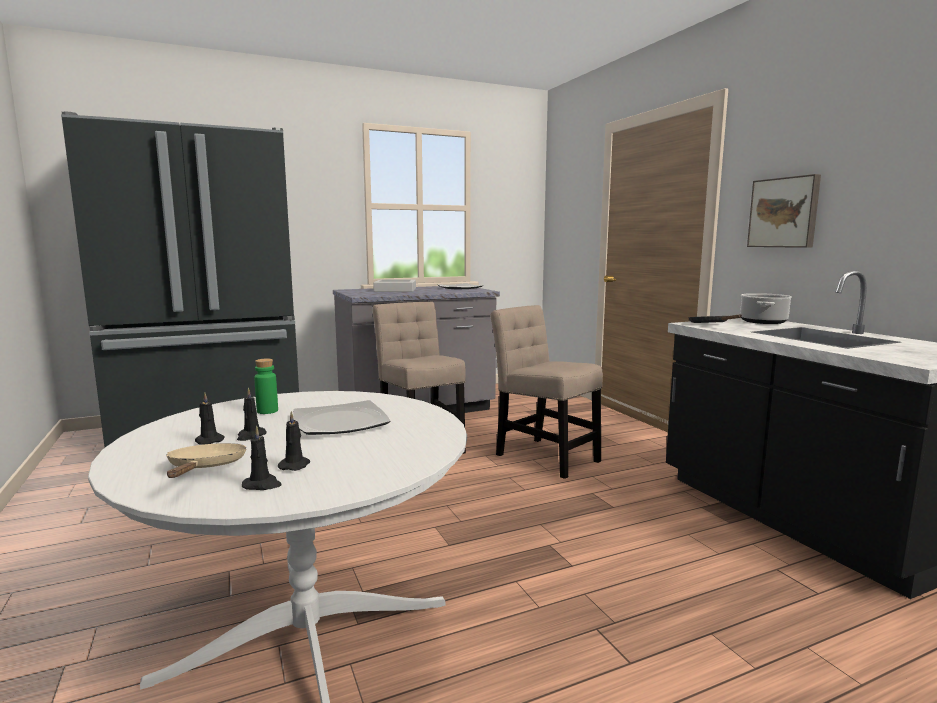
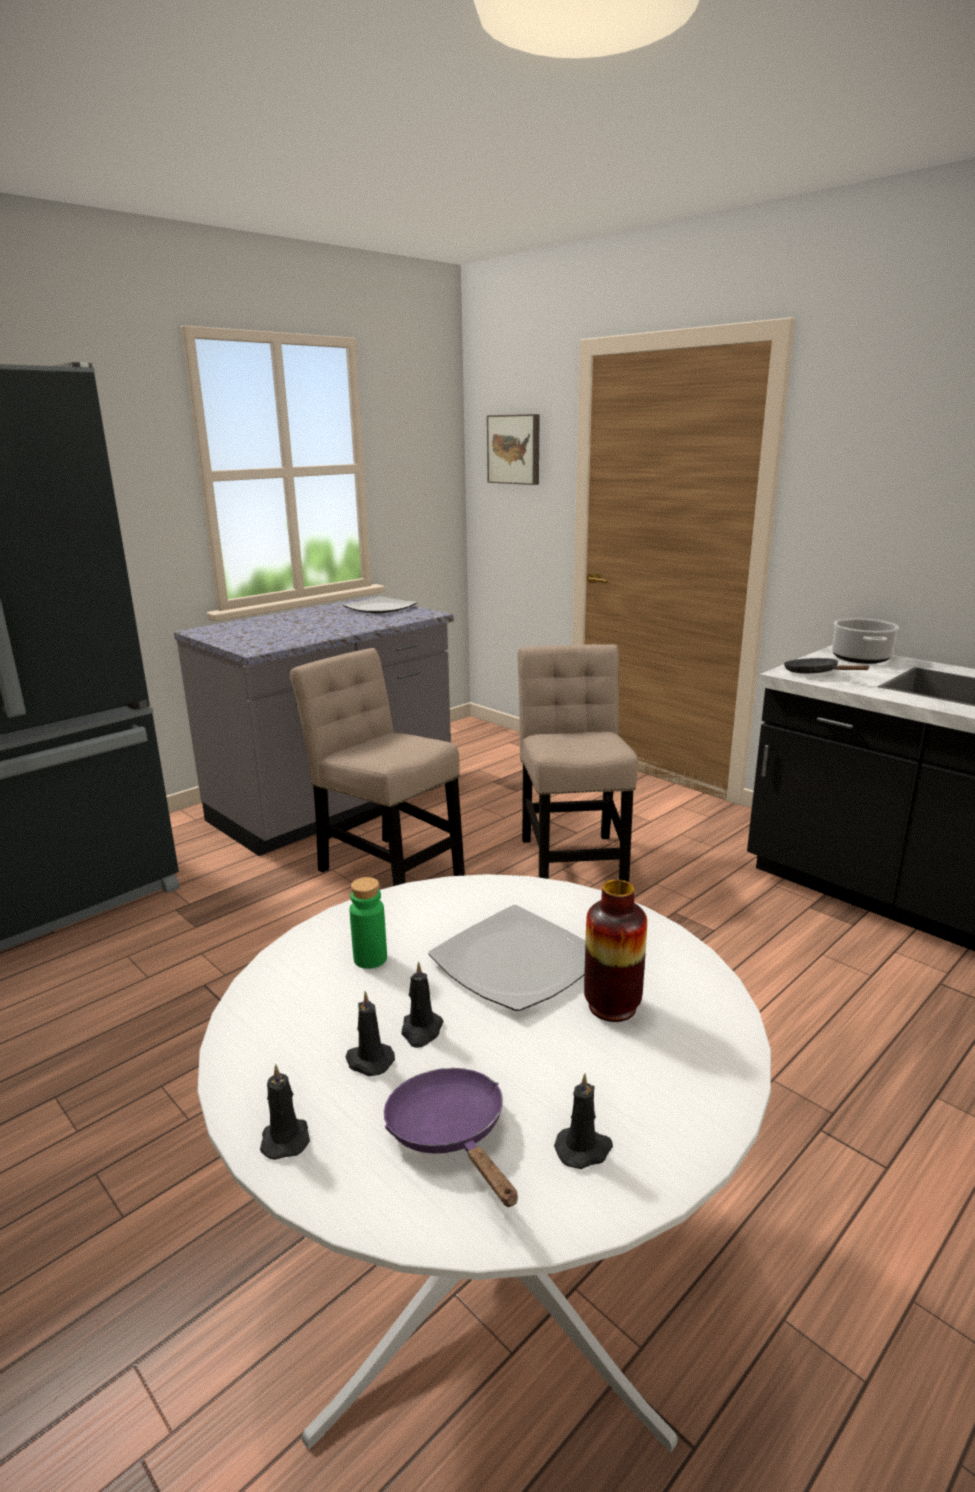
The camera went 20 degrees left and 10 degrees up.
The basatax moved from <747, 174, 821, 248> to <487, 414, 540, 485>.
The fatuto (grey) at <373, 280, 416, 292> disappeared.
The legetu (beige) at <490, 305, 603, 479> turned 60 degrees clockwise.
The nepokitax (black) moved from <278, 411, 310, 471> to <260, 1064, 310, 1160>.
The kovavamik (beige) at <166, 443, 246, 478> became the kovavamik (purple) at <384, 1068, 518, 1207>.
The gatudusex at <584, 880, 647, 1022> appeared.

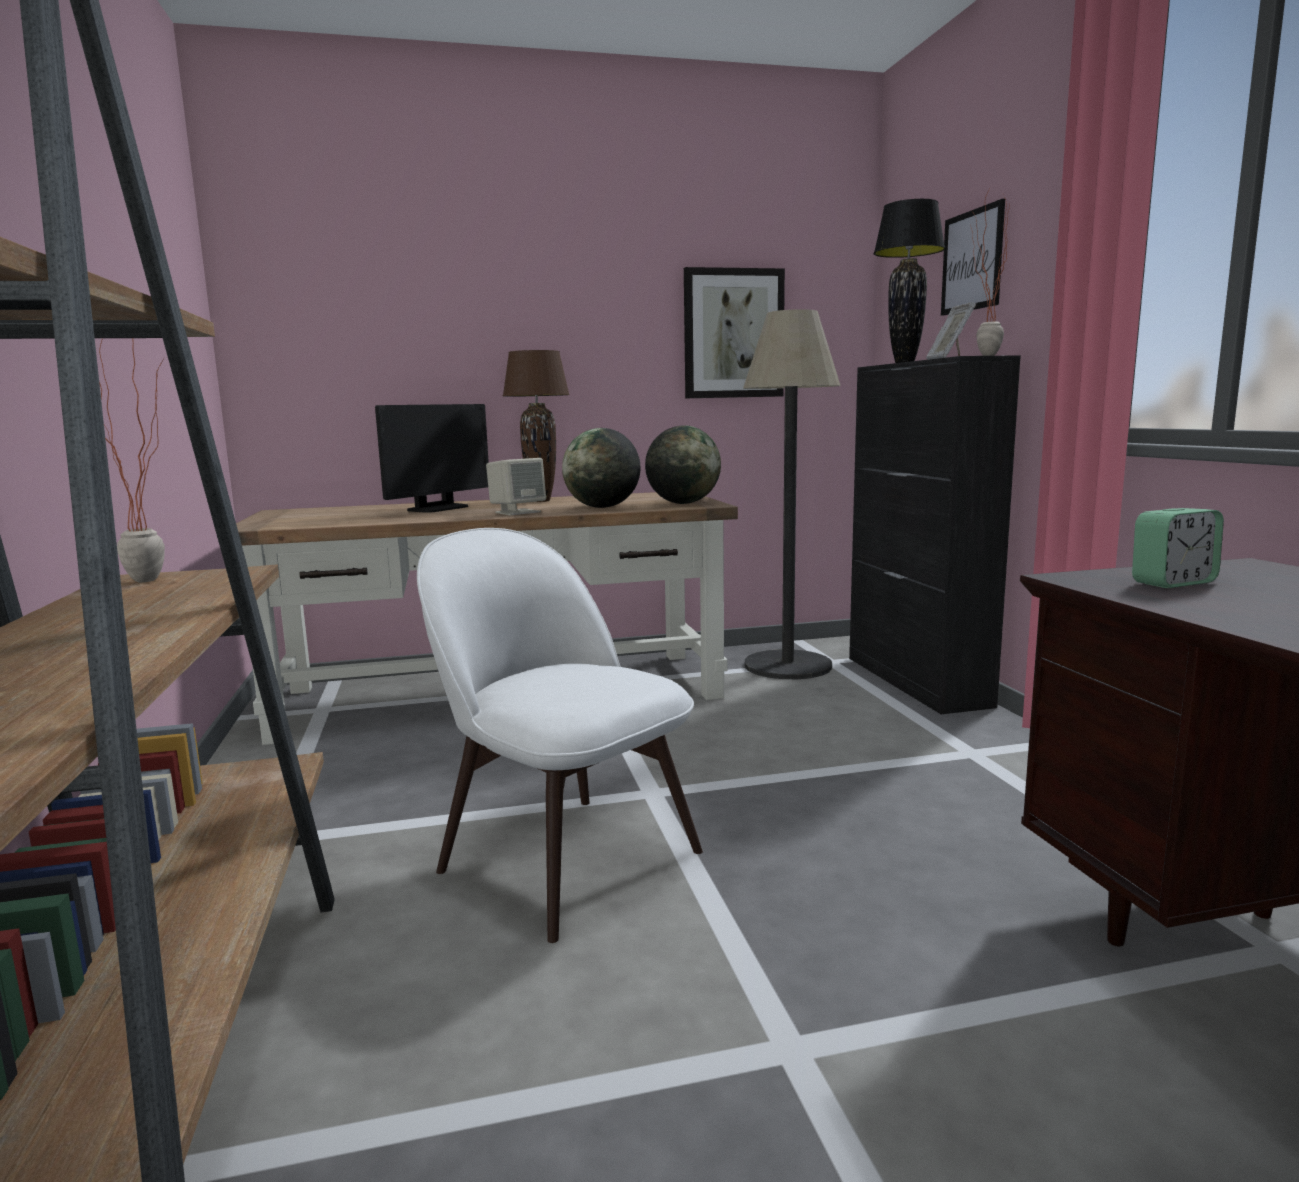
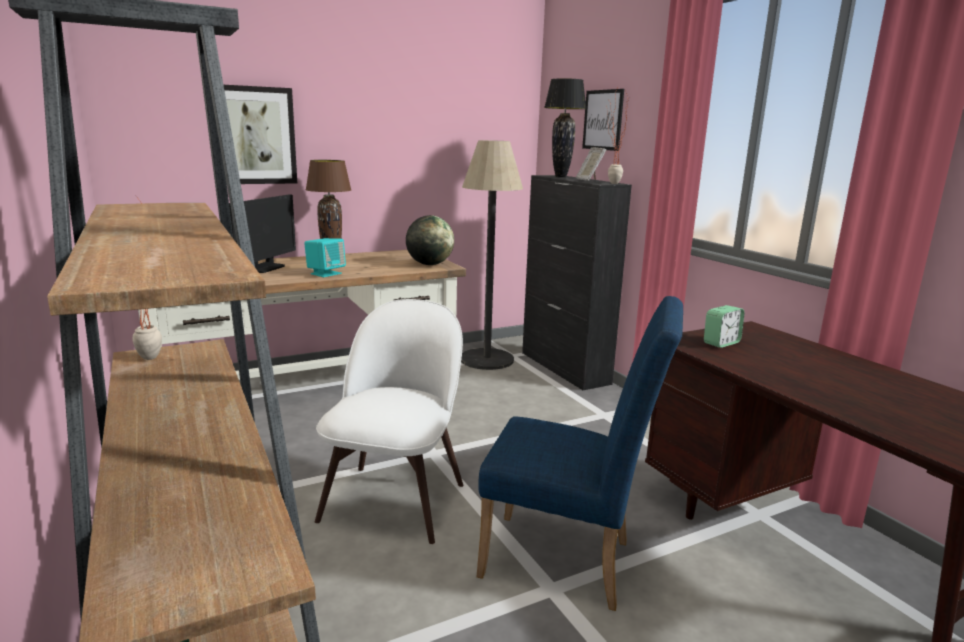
The camera went 15 degrees left and 5 degrees up.
The basatax moved from <684, 267, 785, 398> to <224, 85, 297, 184>.
The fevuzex at <562, 428, 640, 508> disappeared.
The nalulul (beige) at <486, 458, 546, 515> became the nalulul (turquoise) at <304, 238, 346, 277>.
The legetu (white) at <417, 528, 703, 943> turned 75 degrees clockwise.
The legetu (blue) at <476, 296, 683, 611> appeared.

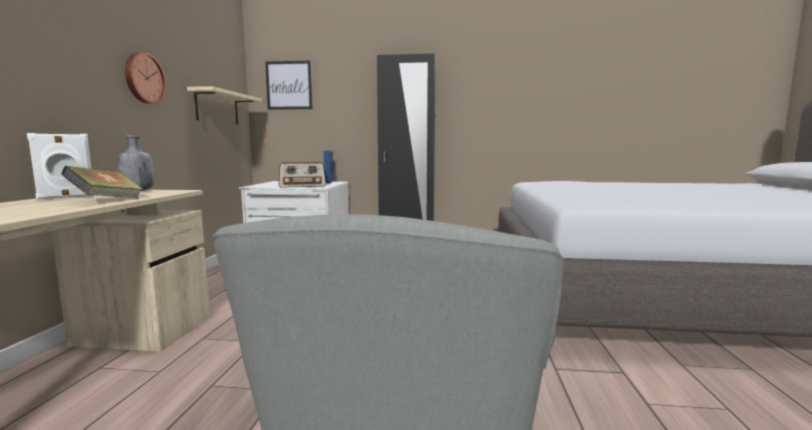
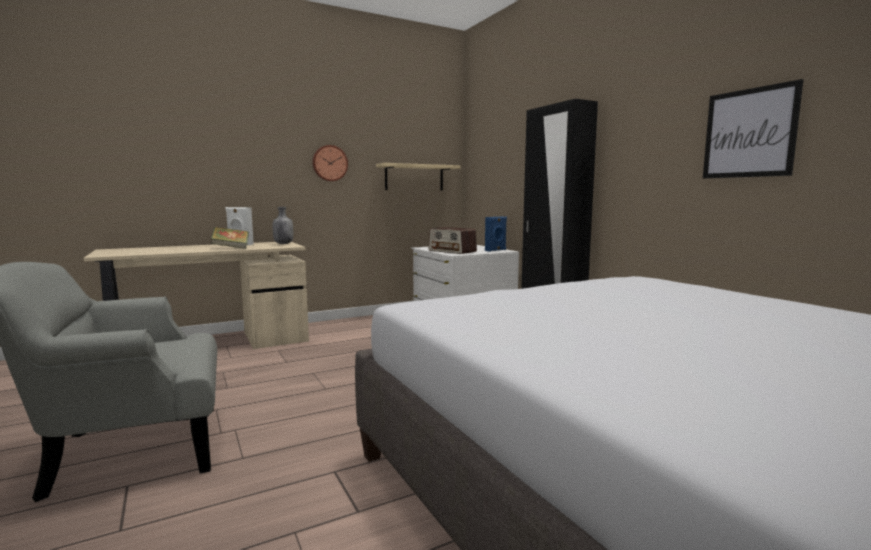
The camera went 55 degrees right and 0 degrees up.
The basatax moved from <265, 61, 313, 110> to <703, 79, 804, 179>.

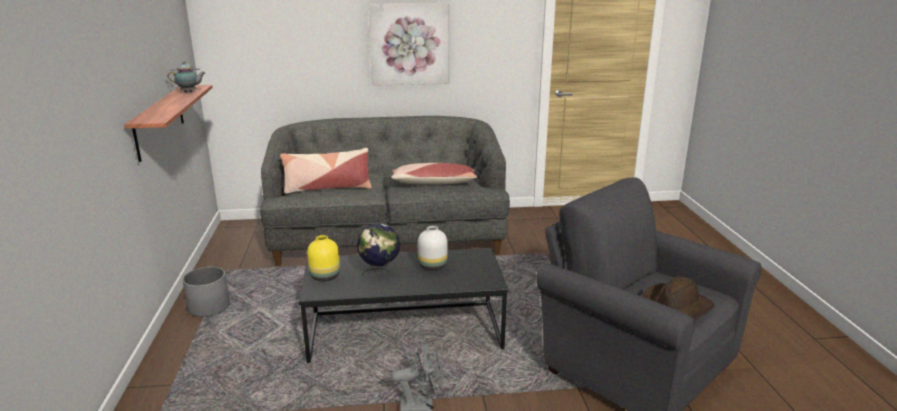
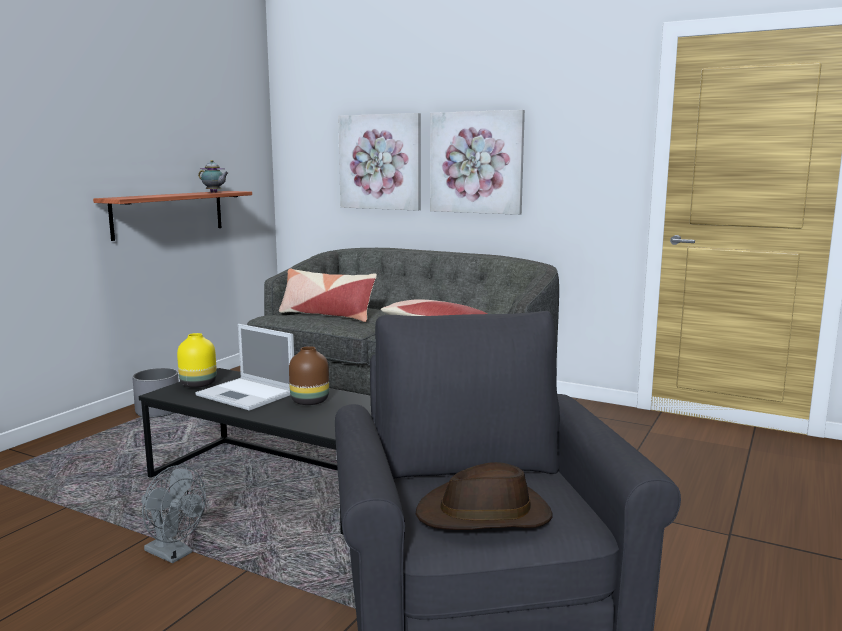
The camera went 35 degrees right and 10 degrees down.
The fevuzex at <357, 223, 400, 277> was replaced by the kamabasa at <195, 324, 294, 411>.
The gatudusex (white) at <418, 226, 448, 271> became the gatudusex (brown) at <289, 346, 329, 405>.
The basatax at <338, 113, 421, 211> appeared.

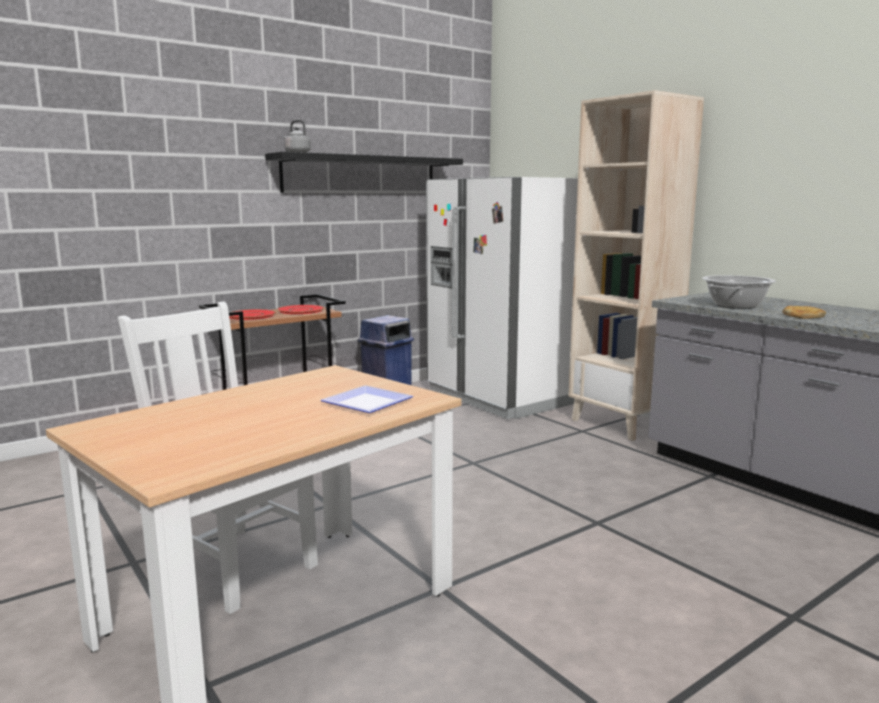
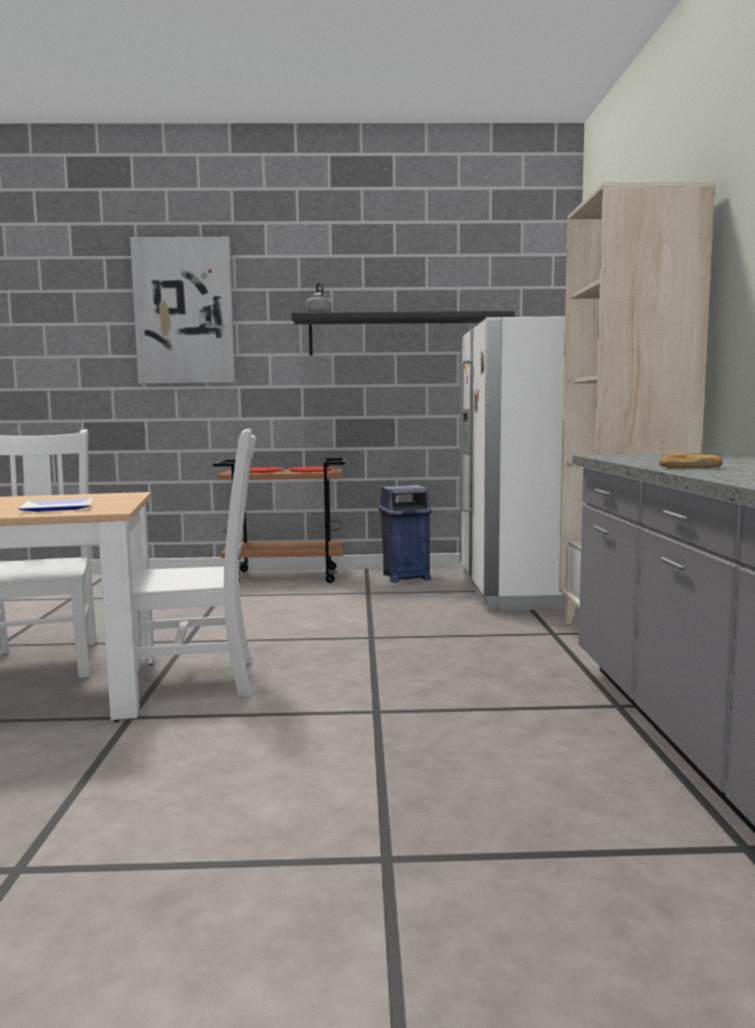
The camera went 35 degrees right and 5 degrees down.
The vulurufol at <702, 275, 776, 309> disappeared.
The basatax at <130, 237, 235, 384> appeared.
The legetu (white) at <131, 429, 256, 696> appeared.

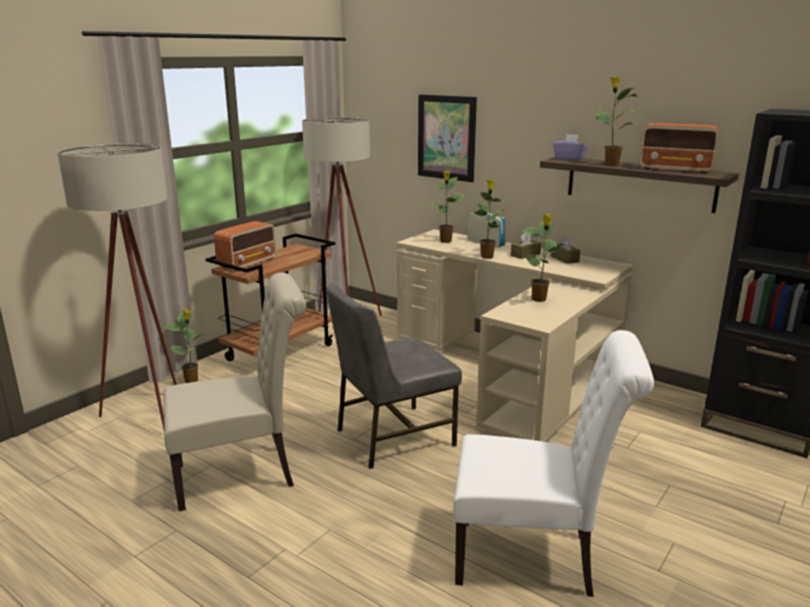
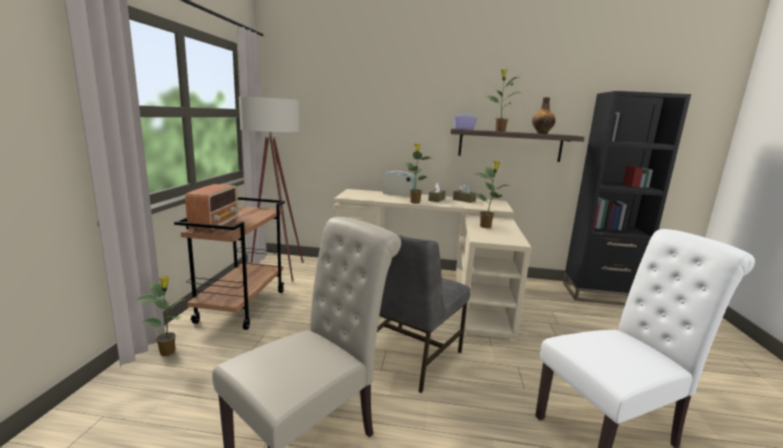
The camera went 30 degrees left and 5 degrees down.
The basatax at <418, 94, 477, 182> disappeared.
The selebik at <639, 123, 719, 174> was replaced by the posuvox at <532, 97, 556, 134>.
The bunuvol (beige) at <57, 143, 177, 429> disappeared.
The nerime at <430, 171, 463, 243> disappeared.

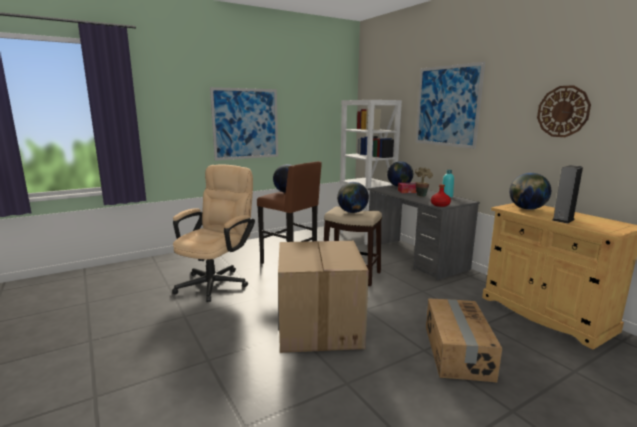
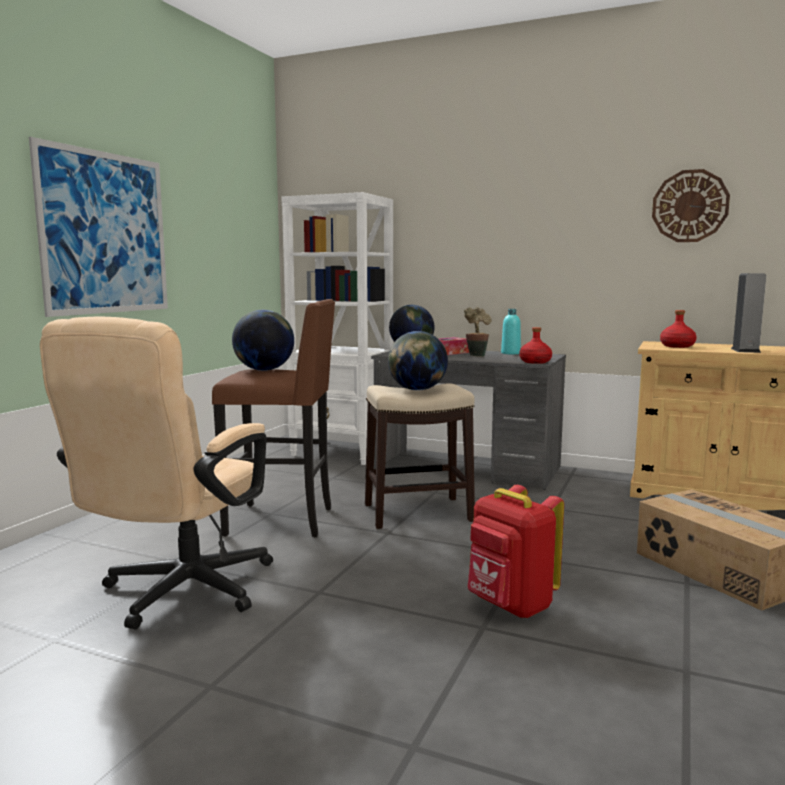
The camera went 35 degrees left and 5 degrees down.
The basatax at <416, 62, 485, 149> disappeared.
The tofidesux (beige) at <172, 165, 255, 302> turned 150 degrees counterclockwise.
The fevuzex at <509, 173, 551, 210> was replaced by the posuvox (red) at <660, 310, 697, 348>.
The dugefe at <278, 241, 369, 353> was replaced by the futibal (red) at <468, 485, 564, 618>.

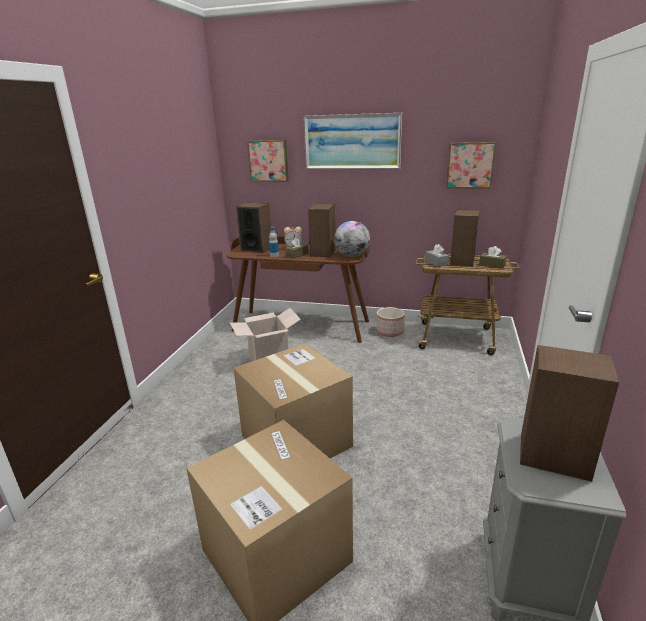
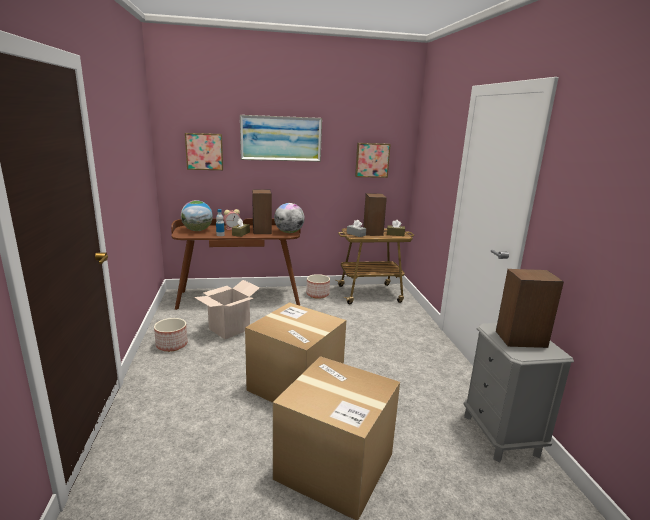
The camera went 25 degrees left and 5 degrees down.
The nalulul at <236, 203, 271, 253> was replaced by the fevuzex at <181, 200, 213, 231>.
The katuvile at <154, 318, 188, 352> appeared.

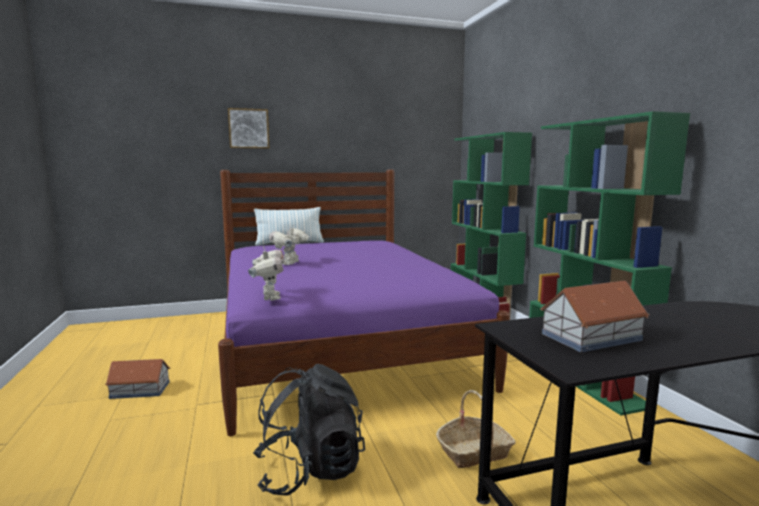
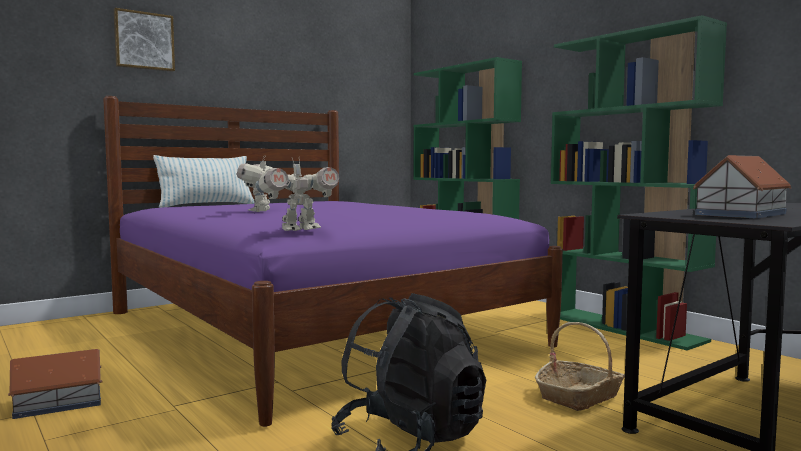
The camera went 20 degrees left and 5 degrees down.
The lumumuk at <248, 246, 285, 301> turned 90 degrees clockwise.

